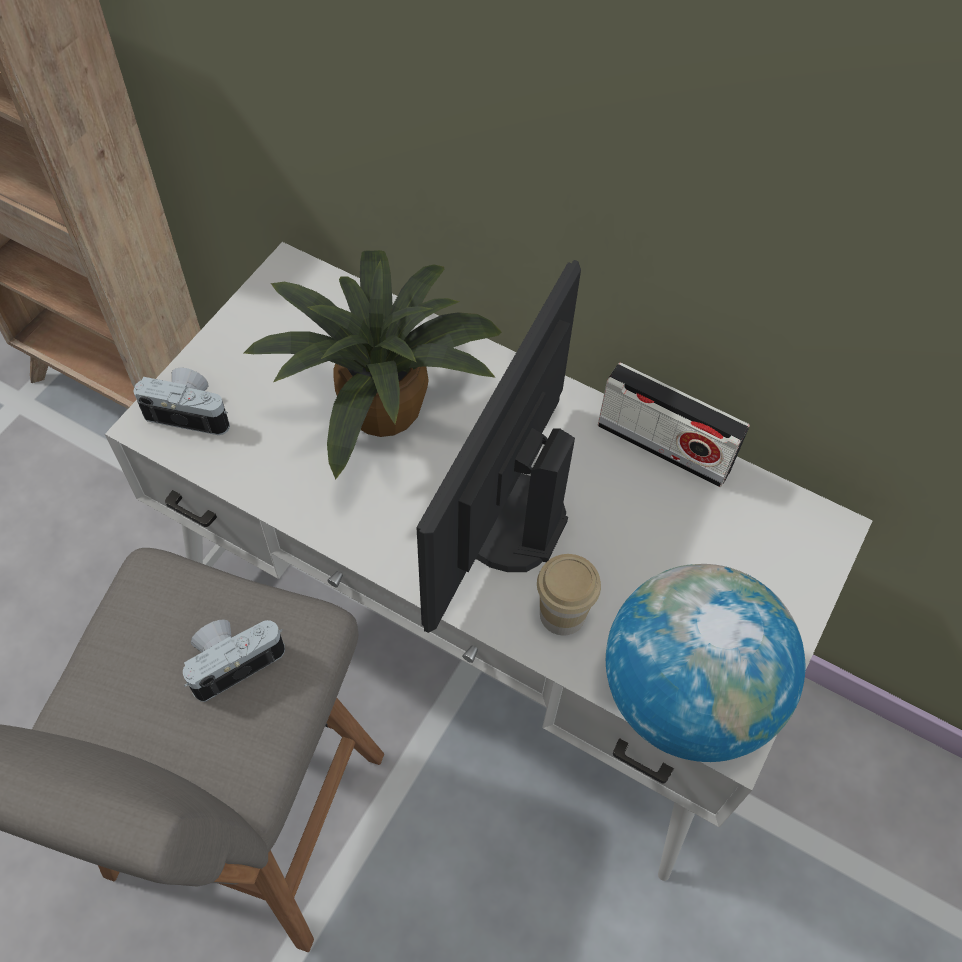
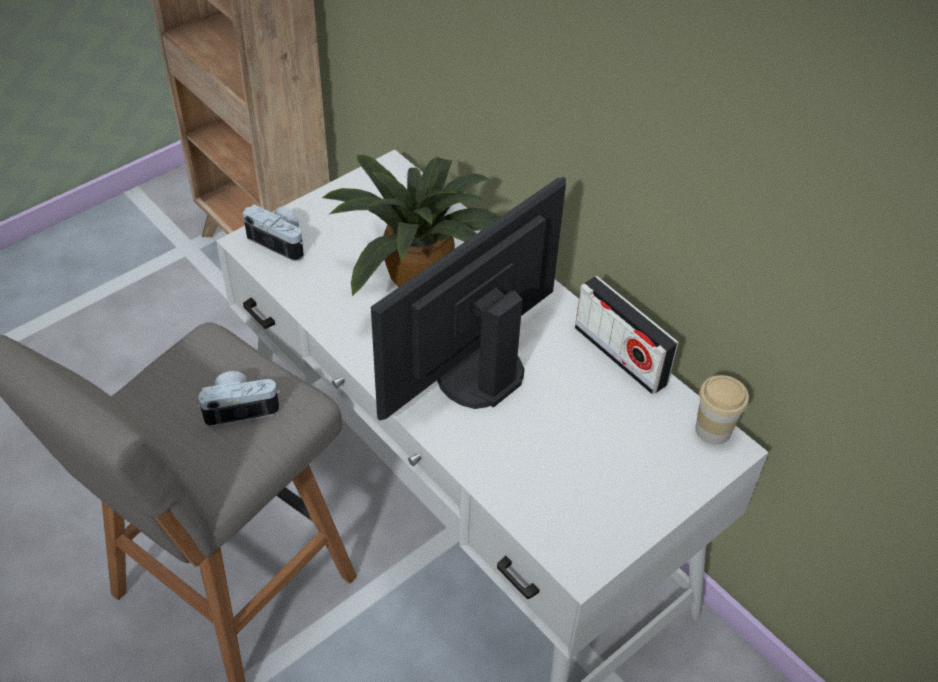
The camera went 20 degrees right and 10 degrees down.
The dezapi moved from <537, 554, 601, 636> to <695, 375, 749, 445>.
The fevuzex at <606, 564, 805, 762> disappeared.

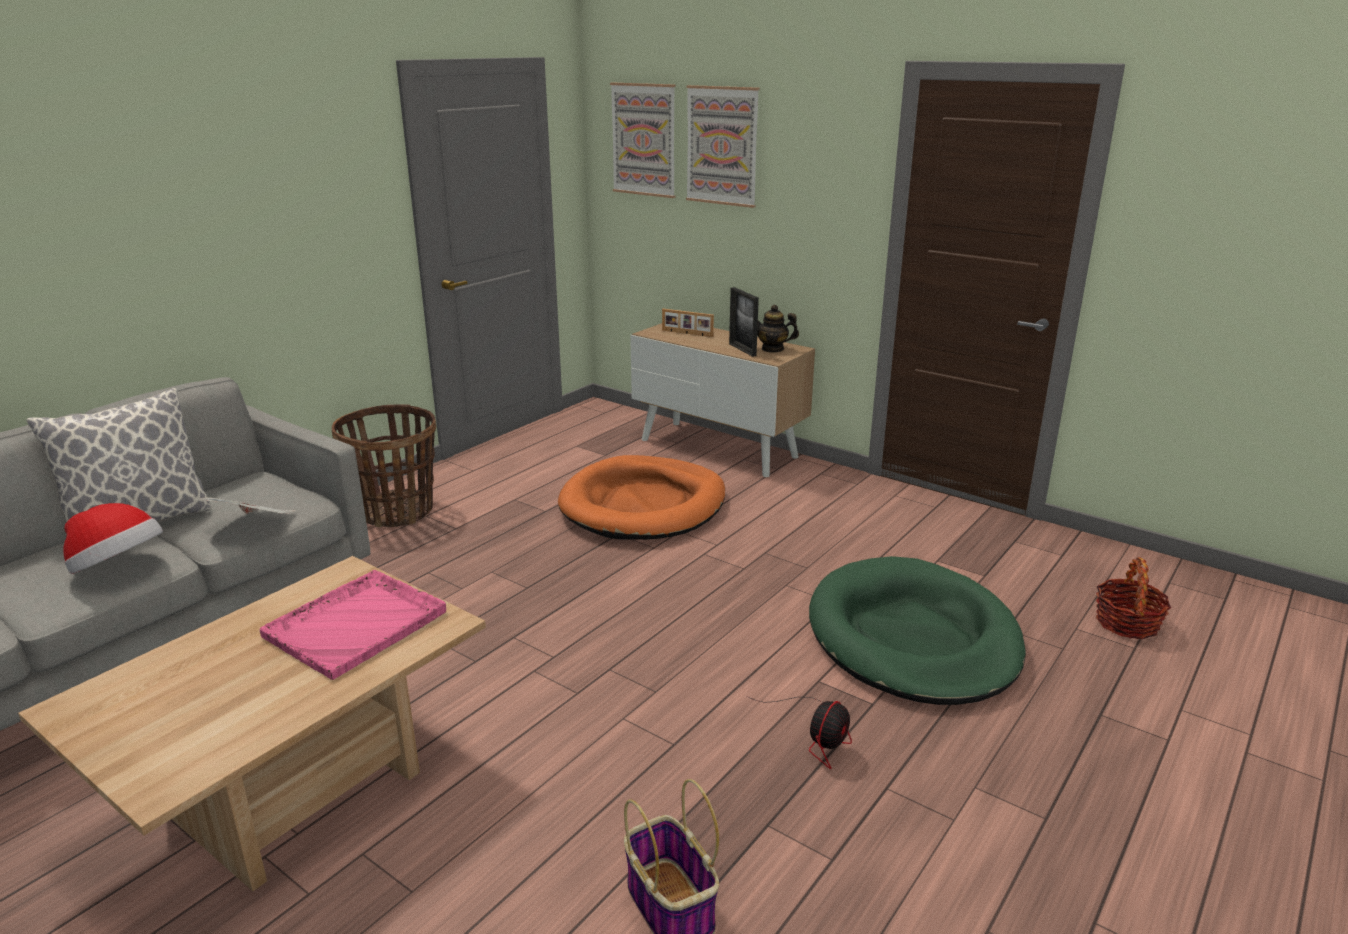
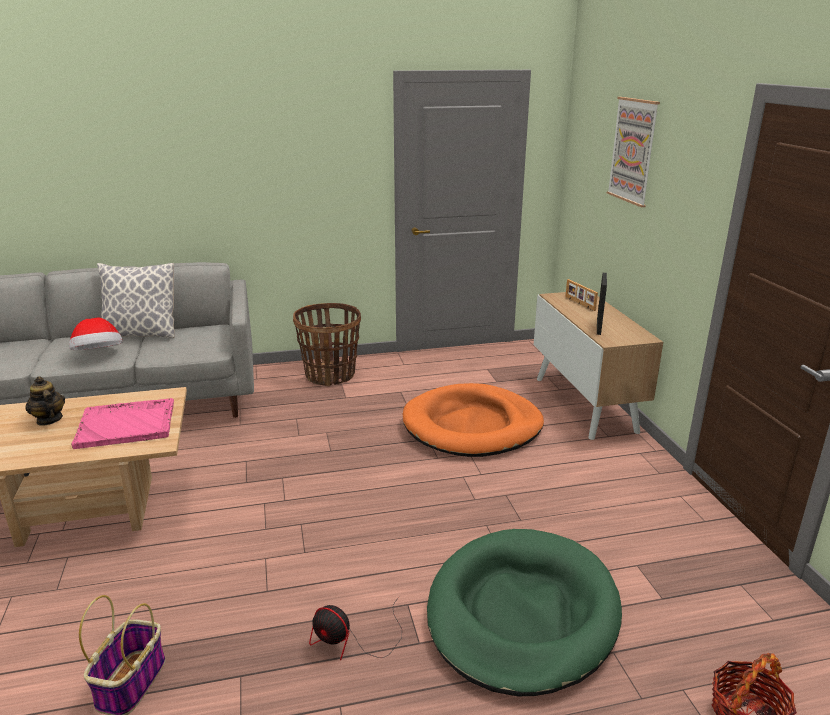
The camera went 40 degrees right and 0 degrees up.
The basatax at <610, 83, 676, 198> disappeared.
The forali moved from <757, 305, 799, 352> to <25, 376, 65, 426>.
The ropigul at <200, 497, 296, 514> disappeared.
The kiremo at <746, 696, 852, 769> turned 45 degrees clockwise.

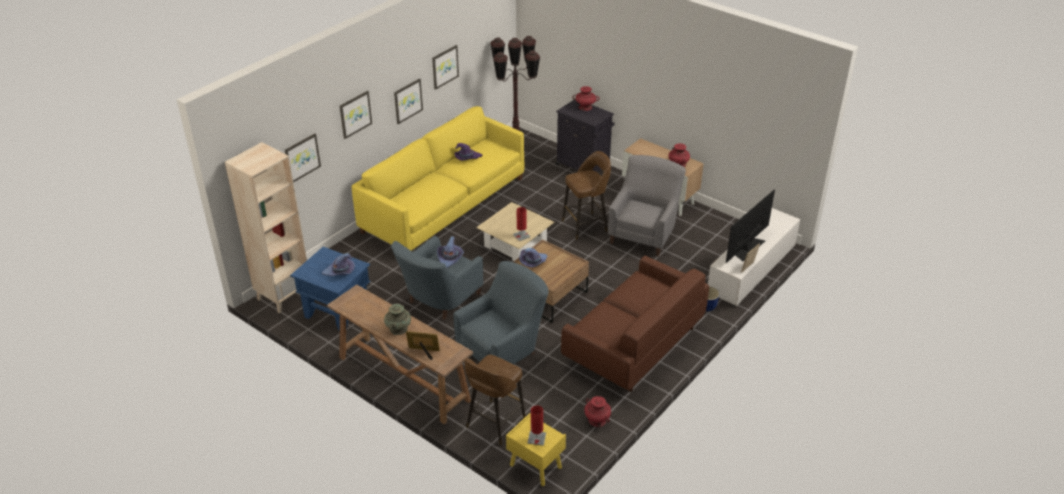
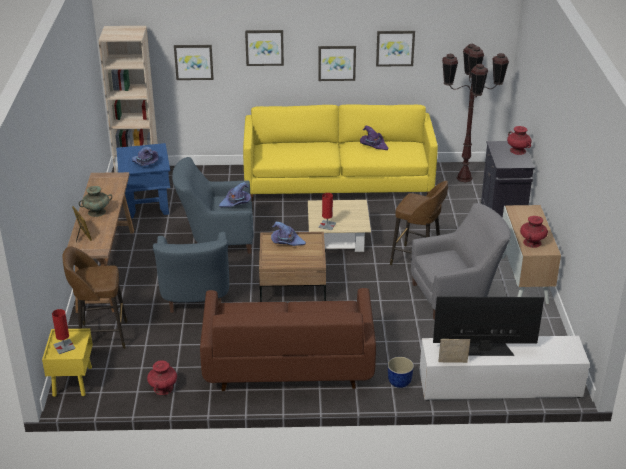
The camera went 50 degrees right and 5 degrees down.
The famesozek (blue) at <453, 261, 549, 364> turned 75 degrees clockwise.

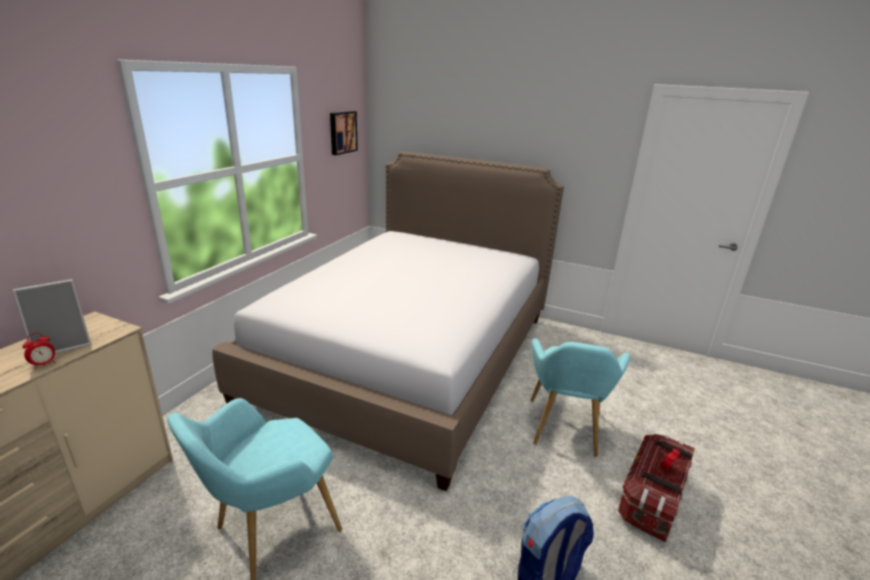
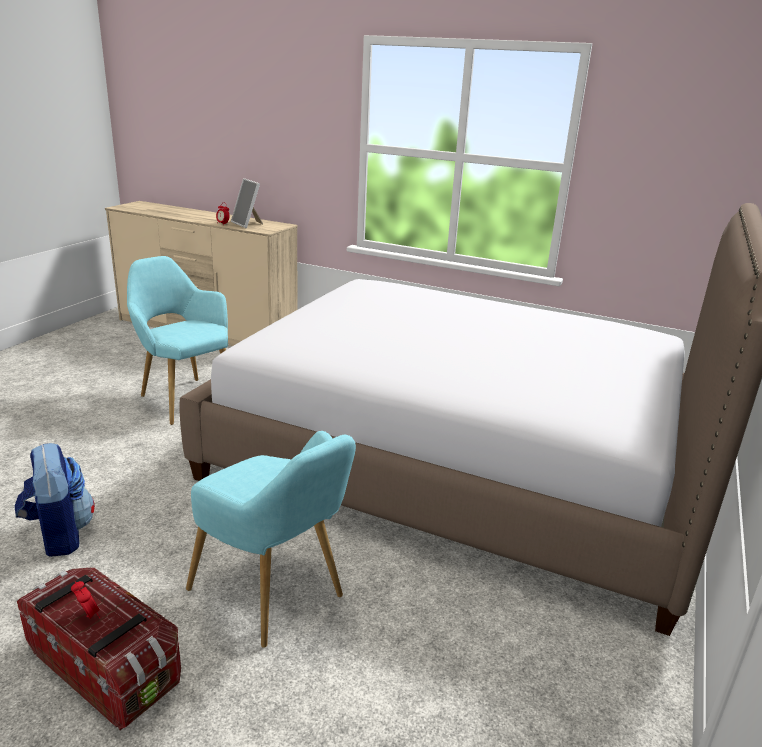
The camera went 90 degrees right and 0 degrees up.
The basatax at <330, 111, 358, 155> disappeared.
The famesozek (turquoise) at <531, 338, 630, 457> turned 150 degrees counterclockwise.

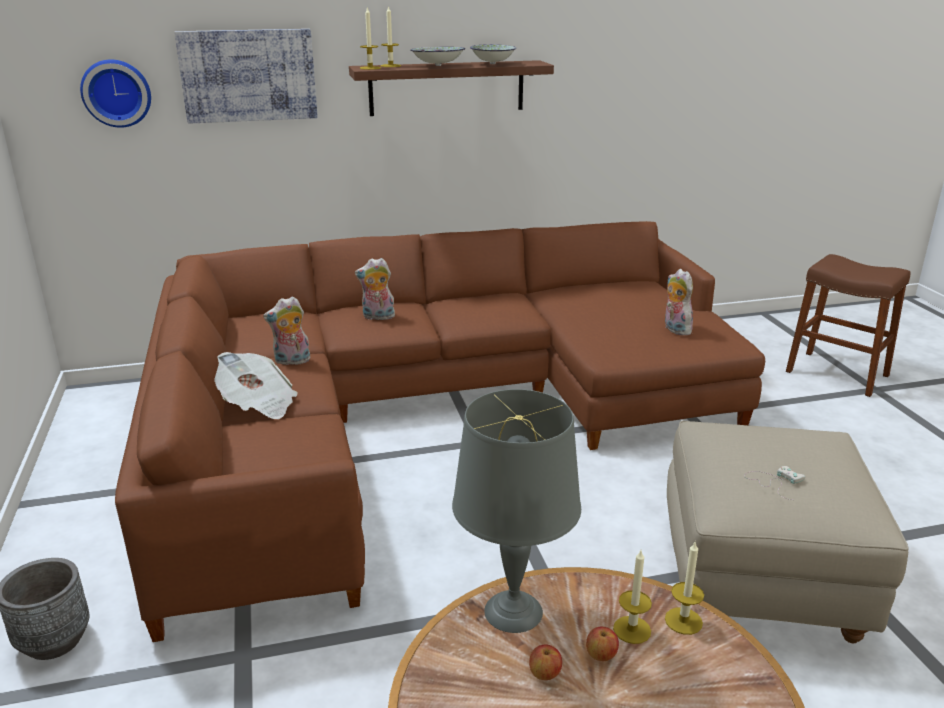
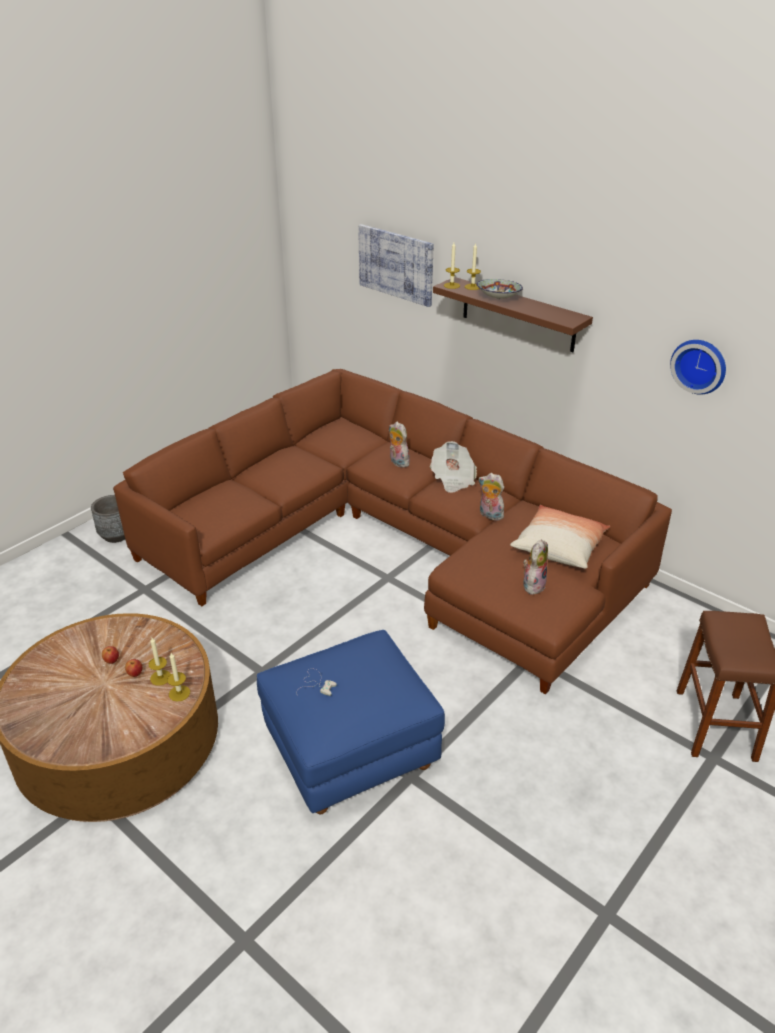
The camera went 55 degrees right and 10 degrees up.
The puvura at <470, 44, 516, 64> disappeared.
The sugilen moved from <80, 59, 151, 128> to <670, 340, 726, 395>.
The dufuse moved from <263, 296, 310, 366> to <478, 473, 504, 521>.
The ropigul moved from <214, 352, 298, 419> to <430, 441, 477, 493>.
The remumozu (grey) at <452, 389, 581, 633> disappeared.
The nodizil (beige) at <667, 421, 909, 644> became the nodizil (blue) at <257, 630, 445, 814>.
The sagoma at <510, 505, 610, 569> appeared.

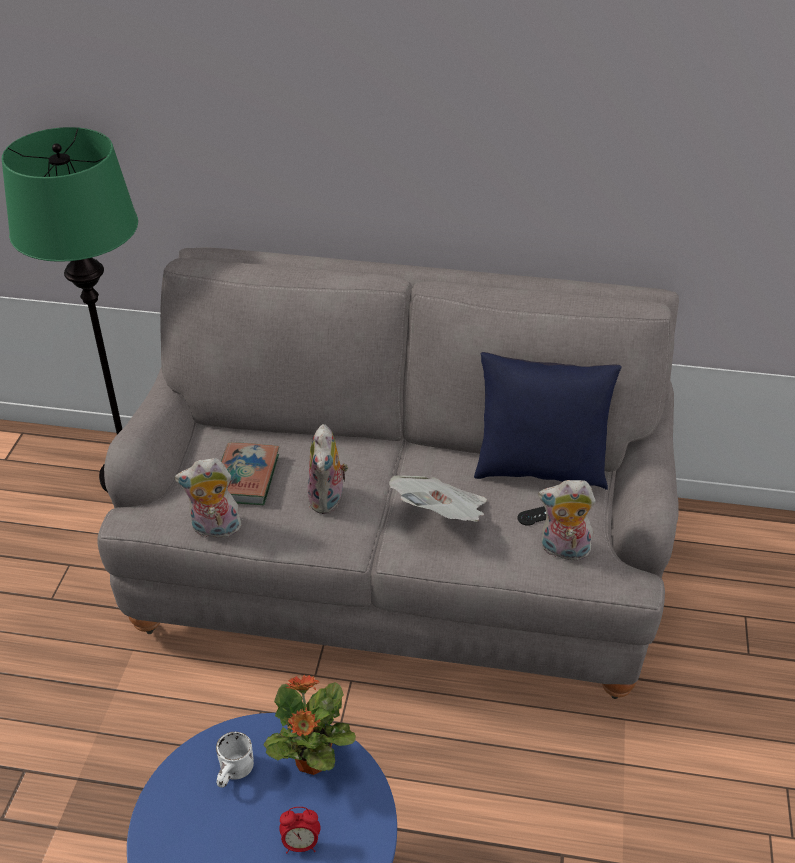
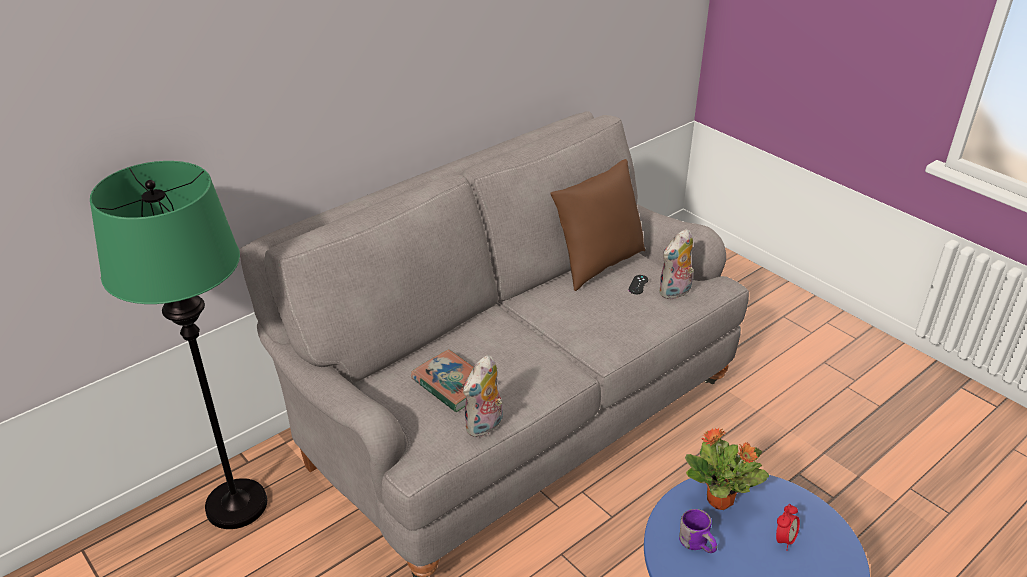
The camera went 50 degrees left and 5 degrees down.
The sagoma (blue) at <474, 352, 622, 490> became the sagoma (brown) at <550, 159, 645, 291>.
The dufuse at <307, 424, 348, 514> disappeared.
The ropigul at <389, 475, 487, 522> disappeared.
The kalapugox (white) at <216, 732, 254, 788> became the kalapugox (purple) at <679, 509, 717, 553>.

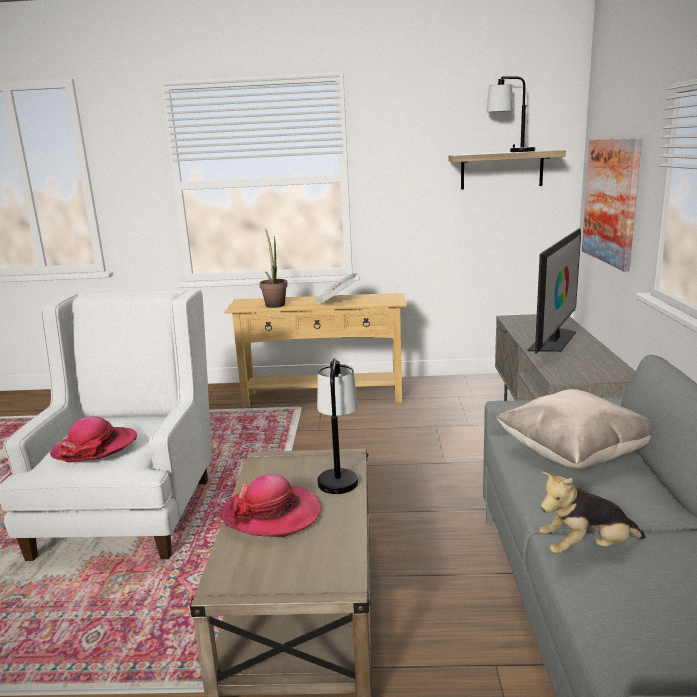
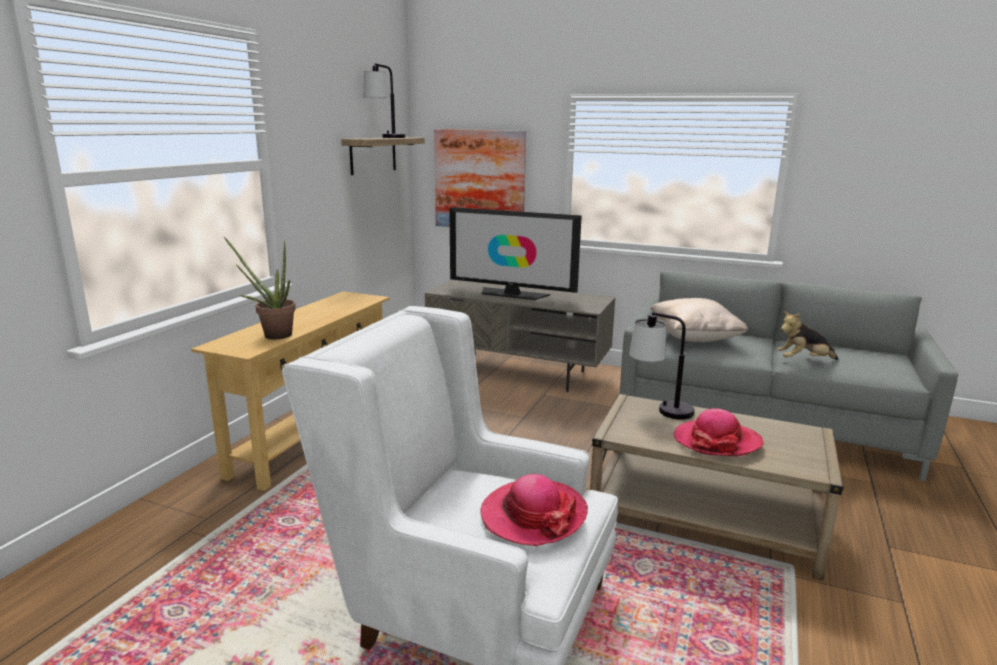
The camera went 70 degrees left and 0 degrees up.
The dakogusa at <527, 228, 581, 354> turned 150 degrees clockwise.
The ropigul at <313, 273, 358, 303> disappeared.
The dufuse at <539, 471, 646, 554> turned 75 degrees clockwise.

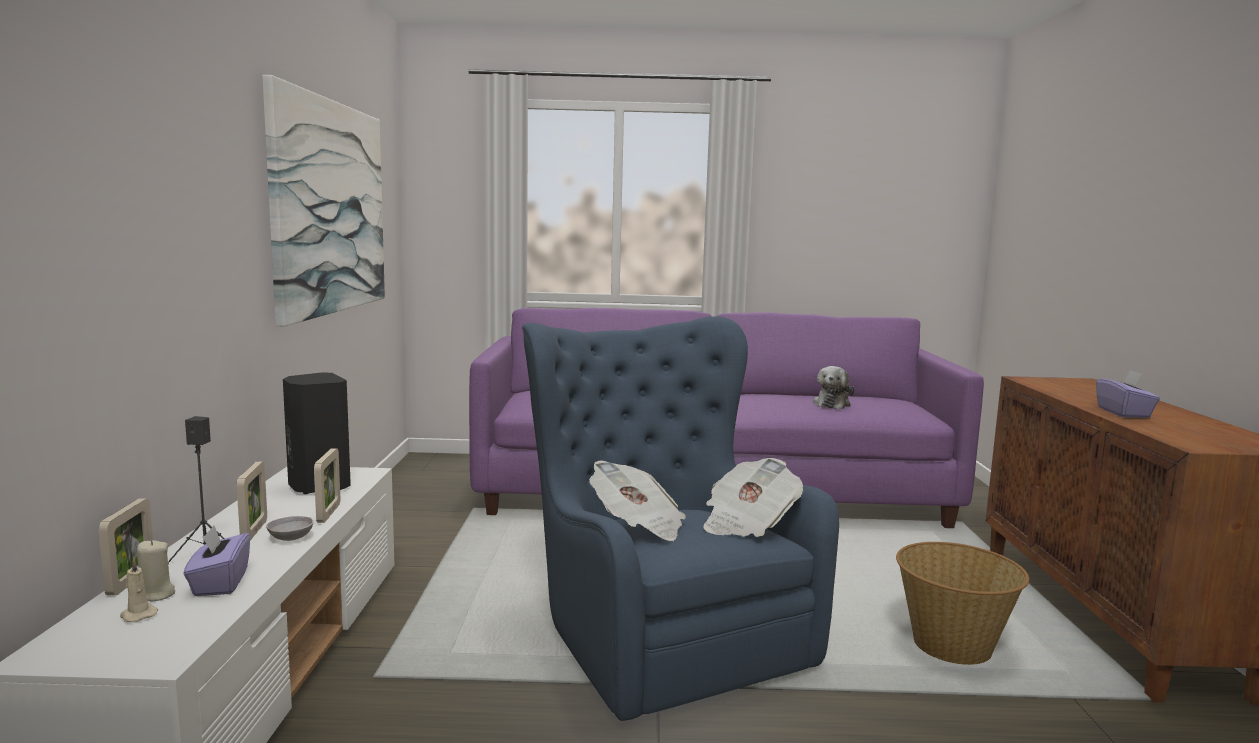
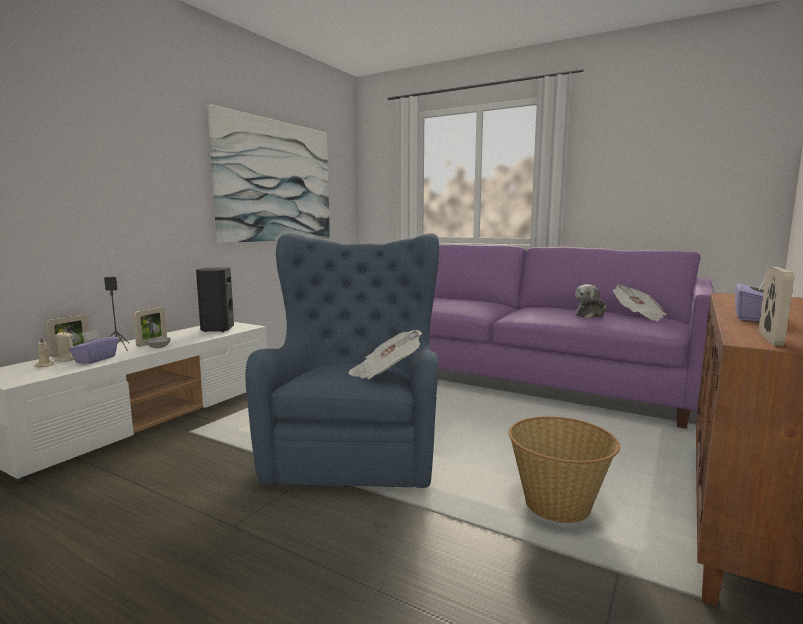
The camera went 30 degrees right and 0 degrees up.
The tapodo moved from <314, 448, 340, 523> to <759, 267, 794, 346>.
The ropigul moved from <589, 461, 686, 541> to <613, 285, 667, 321>.

